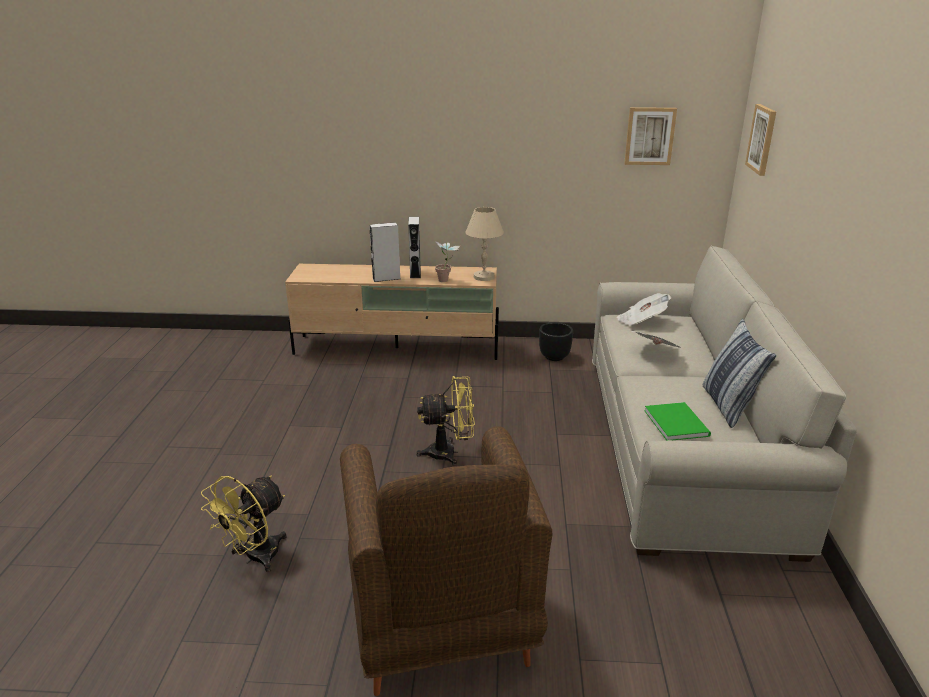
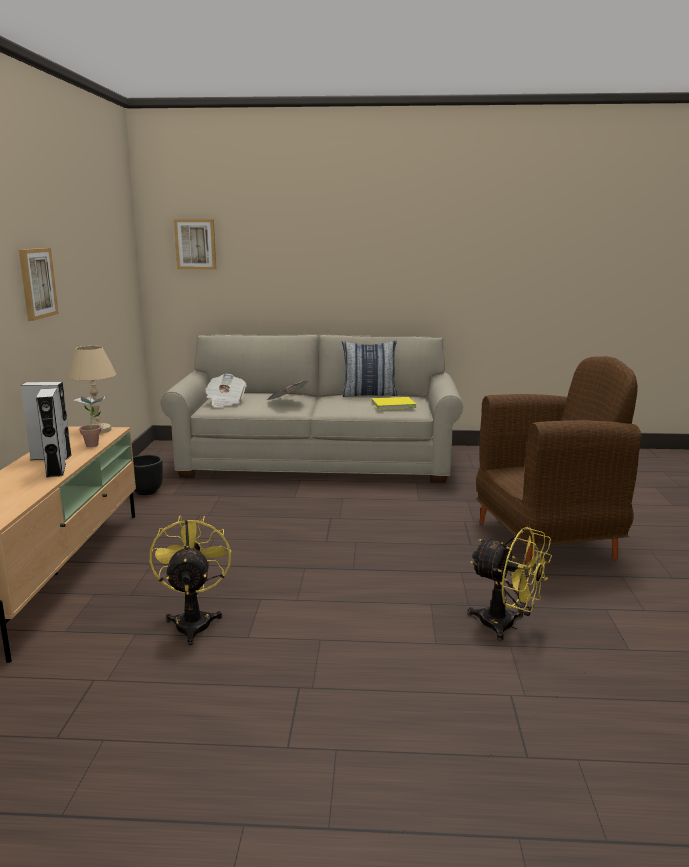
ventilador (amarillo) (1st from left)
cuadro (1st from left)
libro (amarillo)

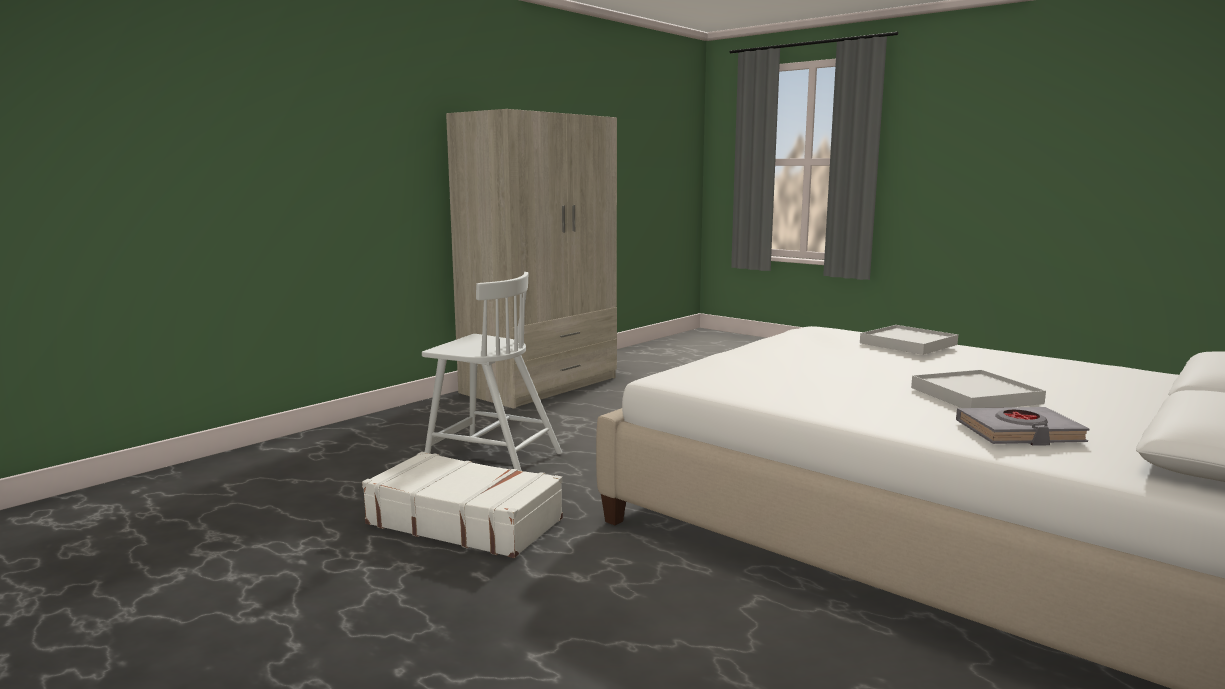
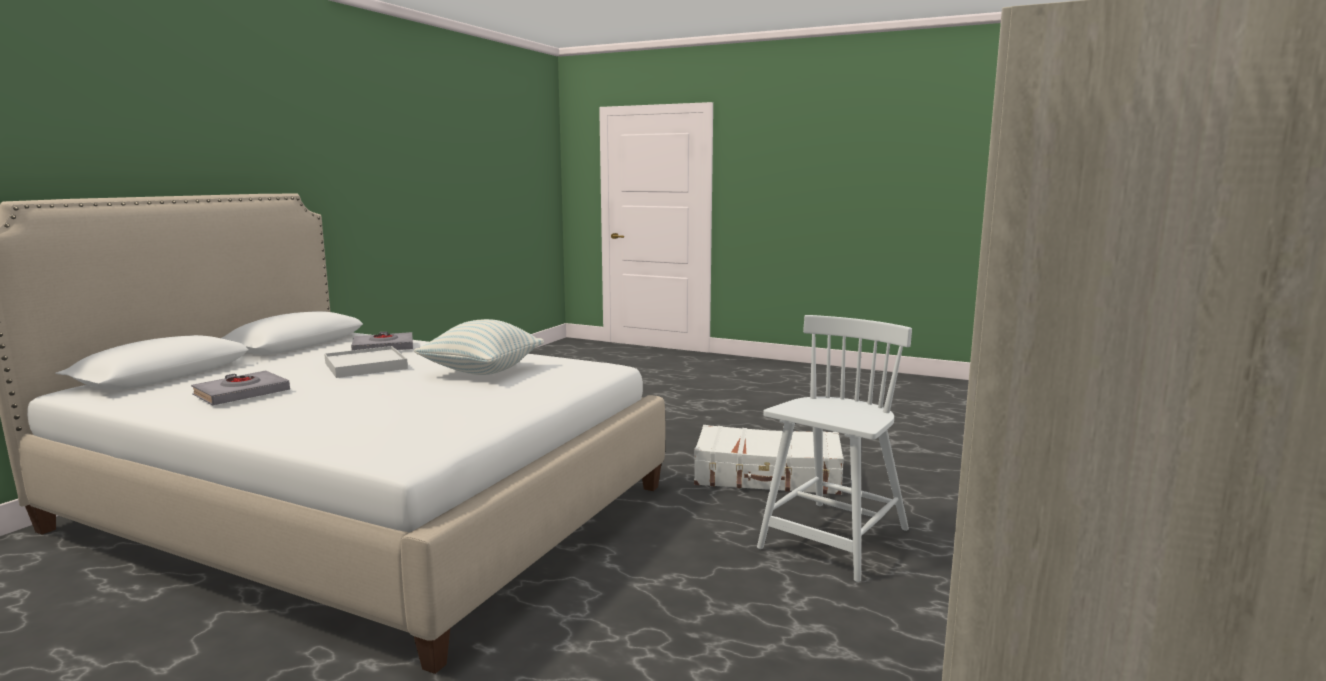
silla (blanco)
bandeja (blanco) (1st from left in the first image)
libro (gris) (1st from left)
cojín

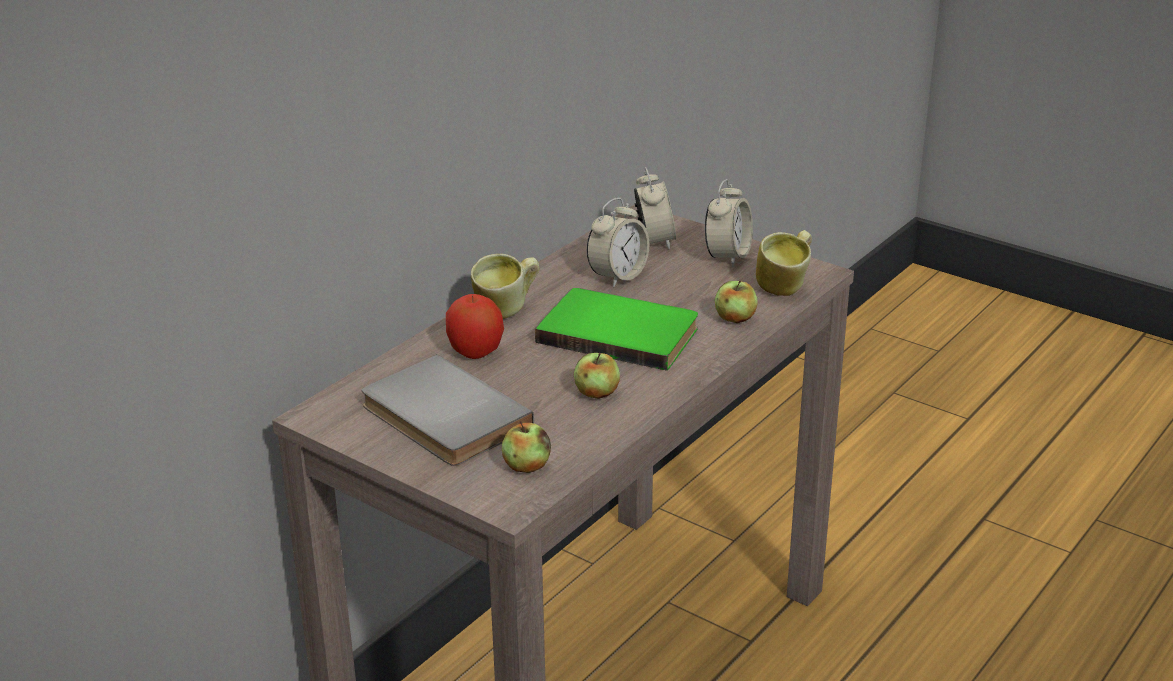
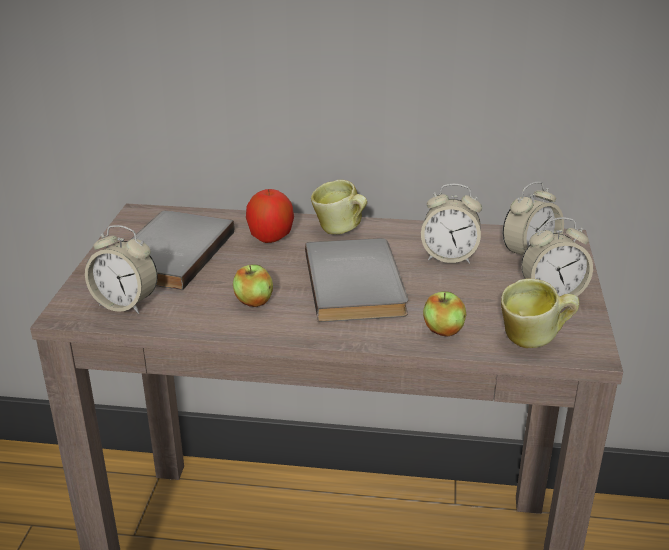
despertador (1st from left)
libro (gris) (2nd from left)

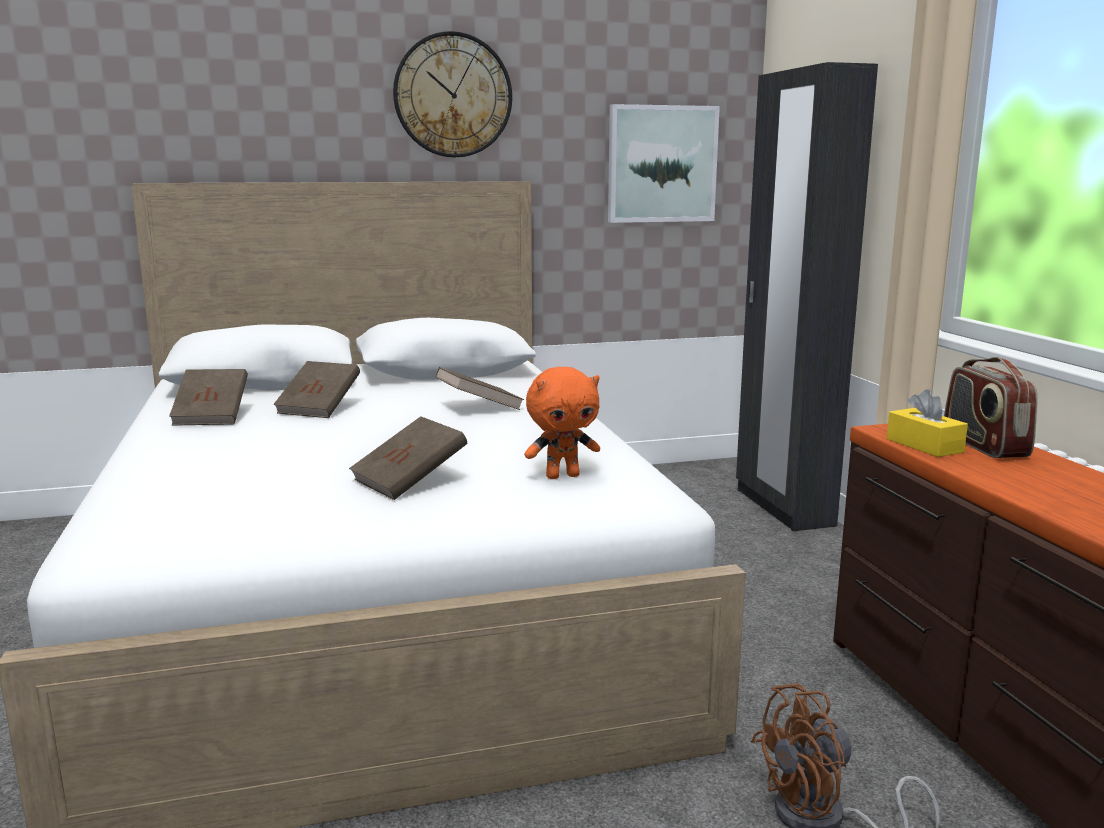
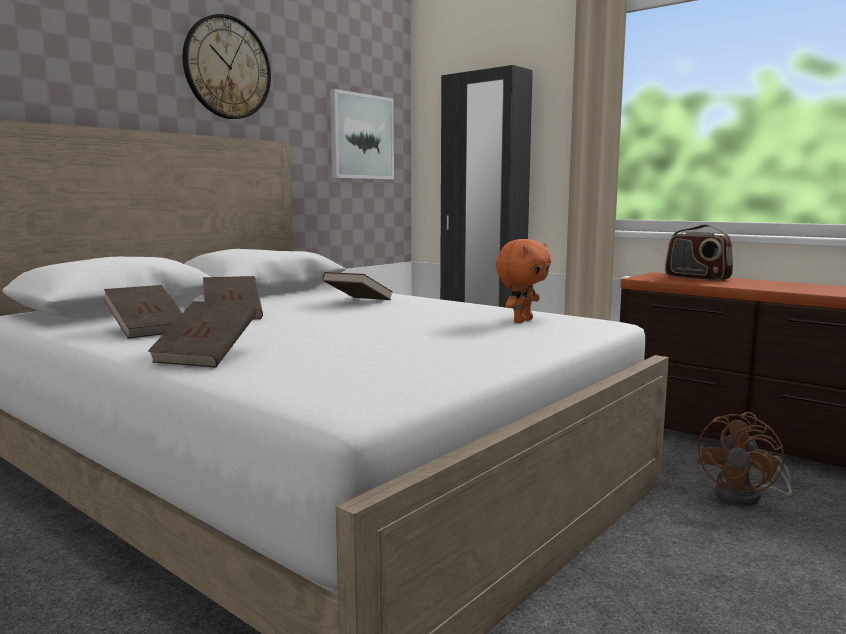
libro (marrón) (2nd from left)
caja de pañuelos (amarillo)

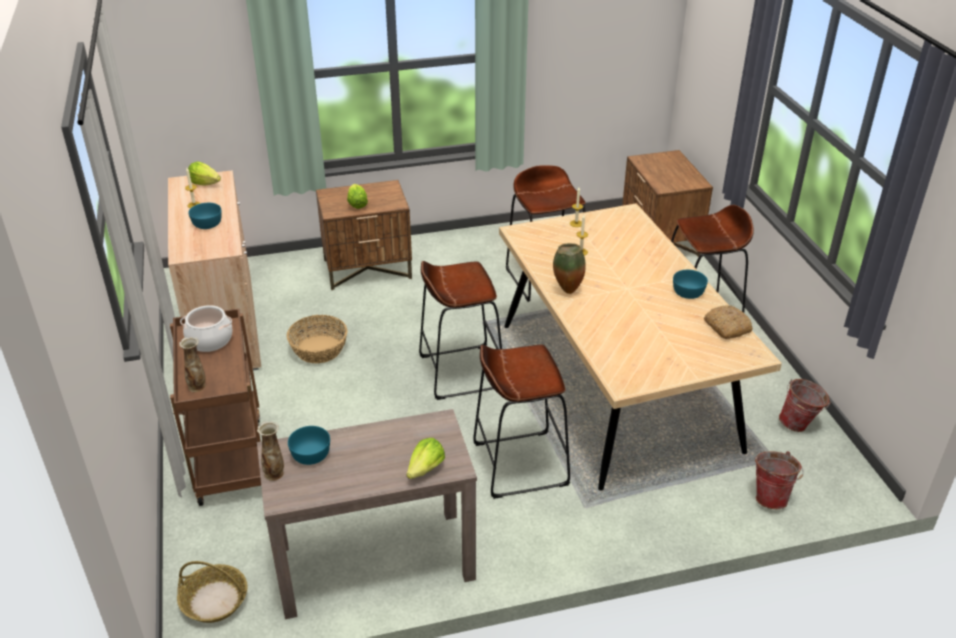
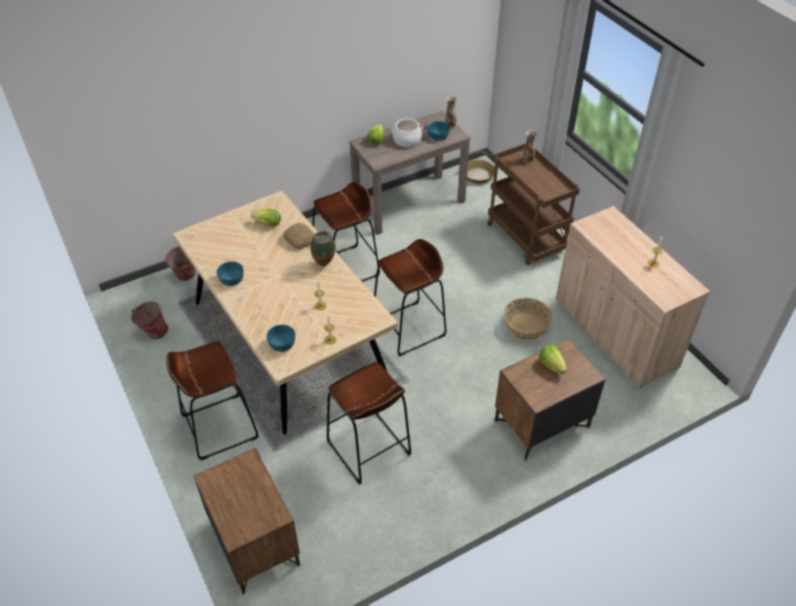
olla
lechuga (1st from left)
cuenco (turquesa) (2nd from left)
pan

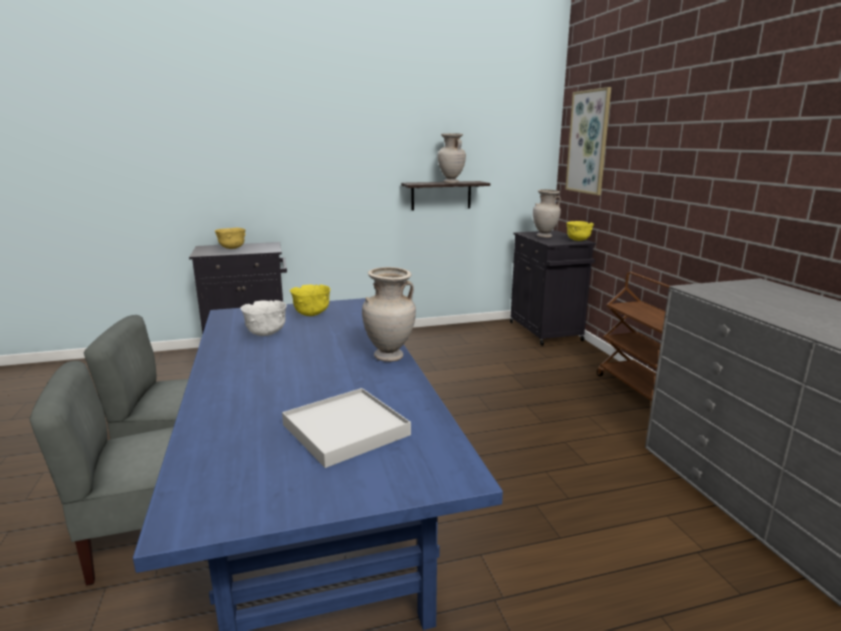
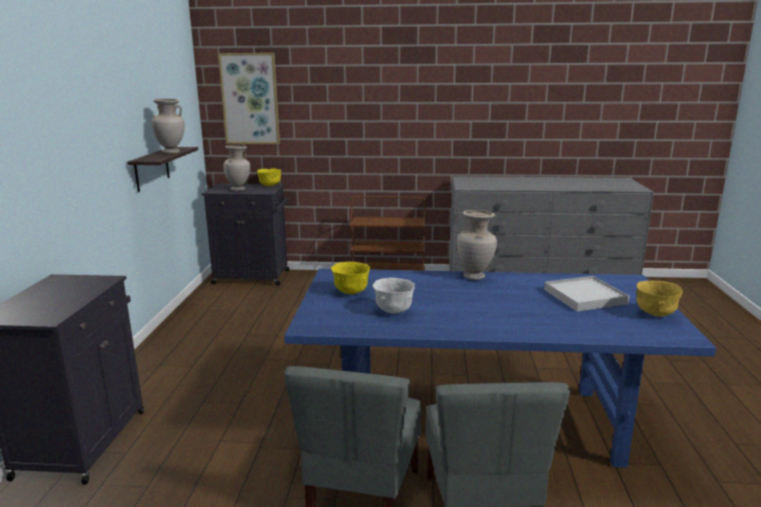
cuenco (amarillo) (3rd from left)

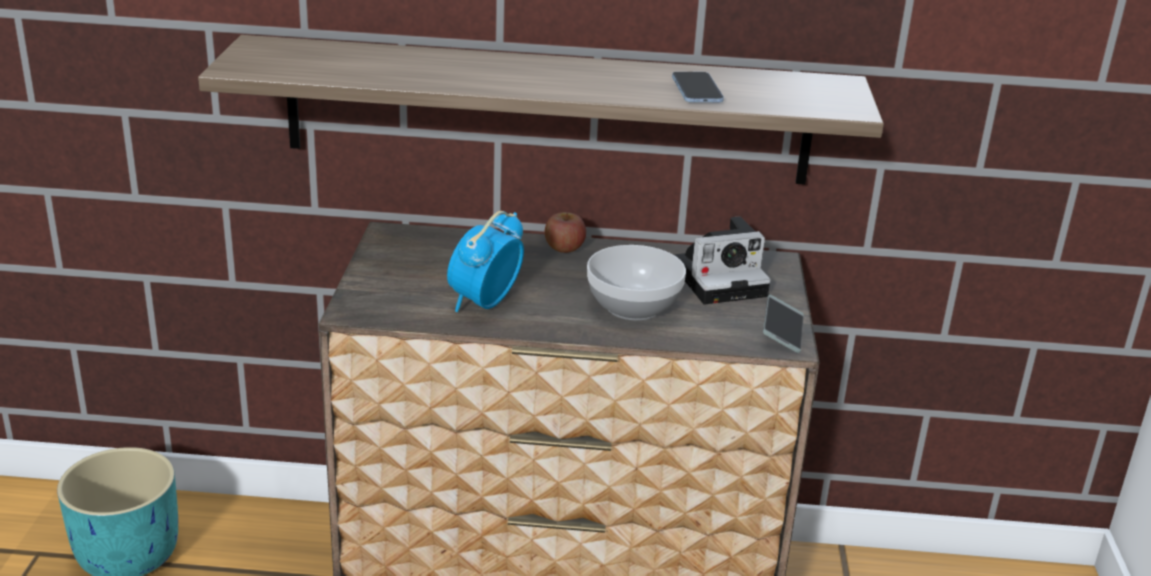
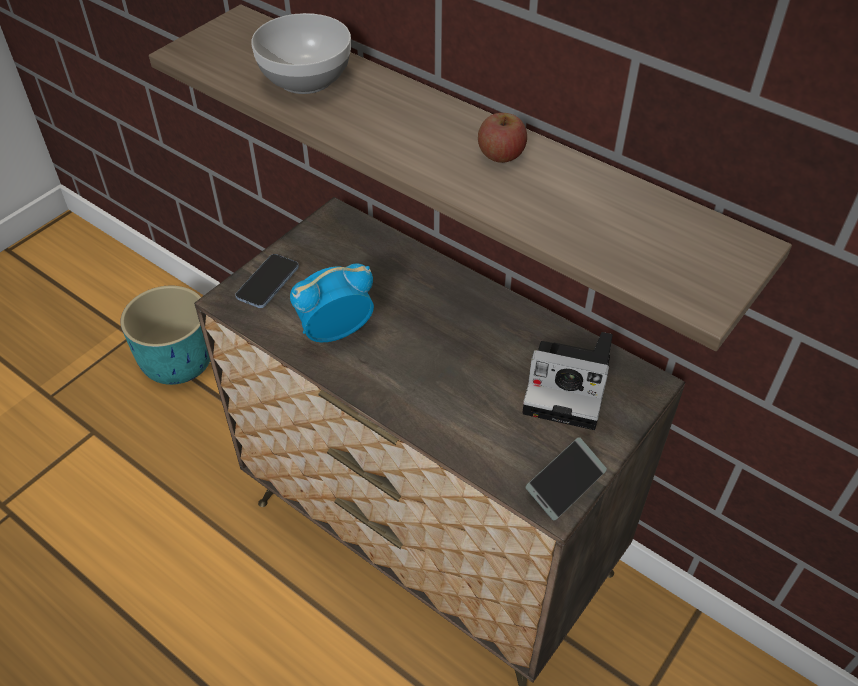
manzana
cuenco
móvil (1st from left)

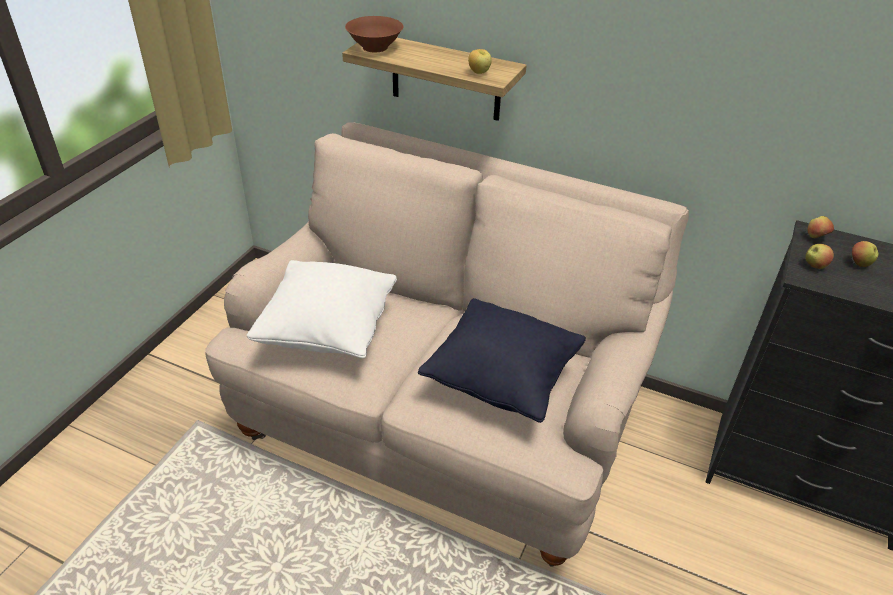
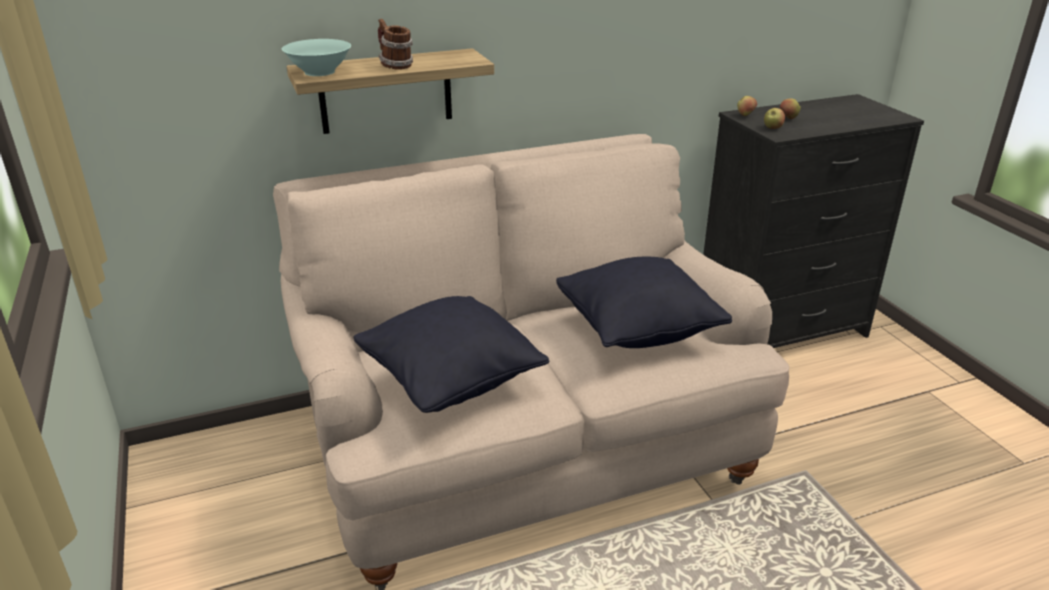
cojín (negro) (1st from left)
cuenco (turquesa)
manzana (1st from left in the first image)
taza grande

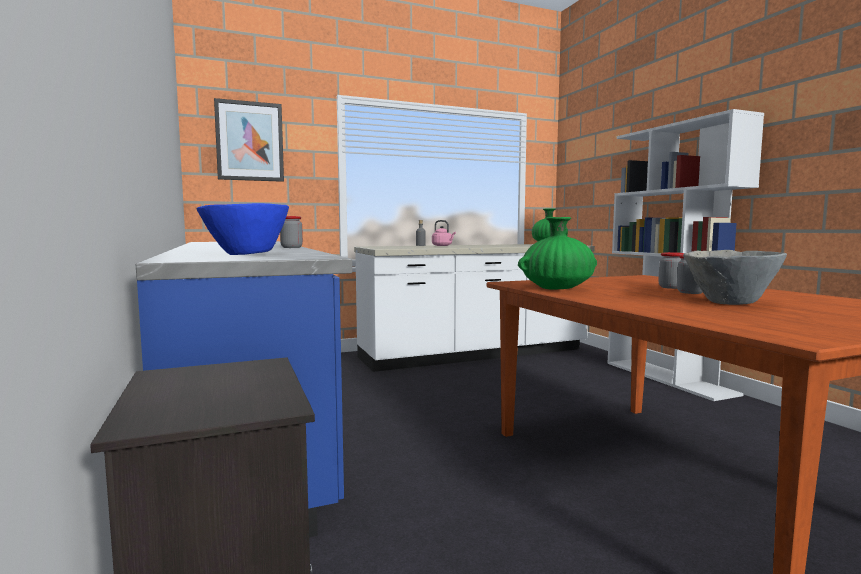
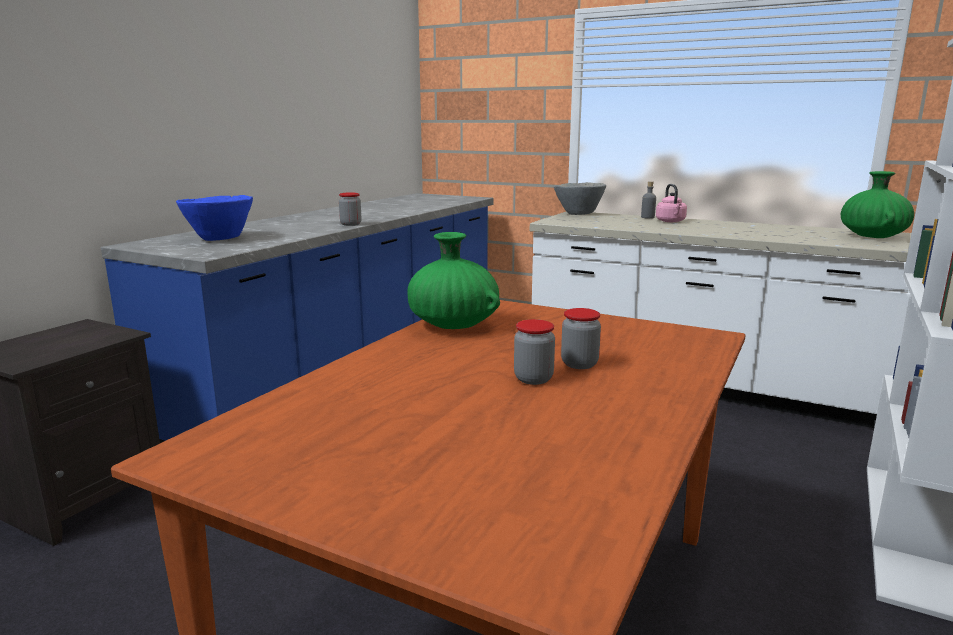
cuadro
cuenco (gris)

